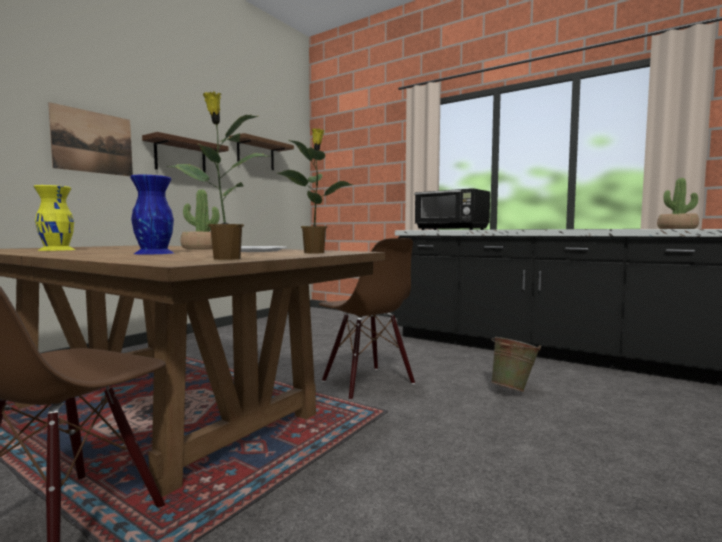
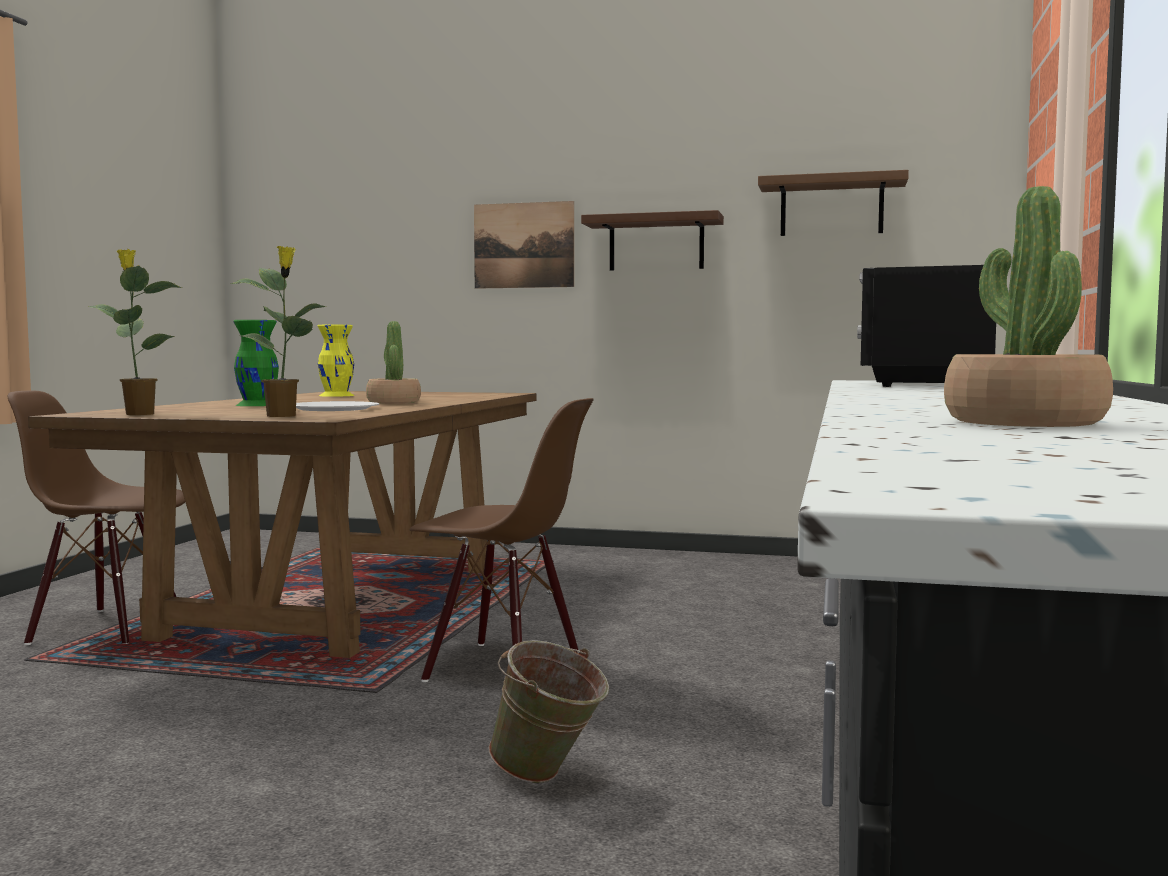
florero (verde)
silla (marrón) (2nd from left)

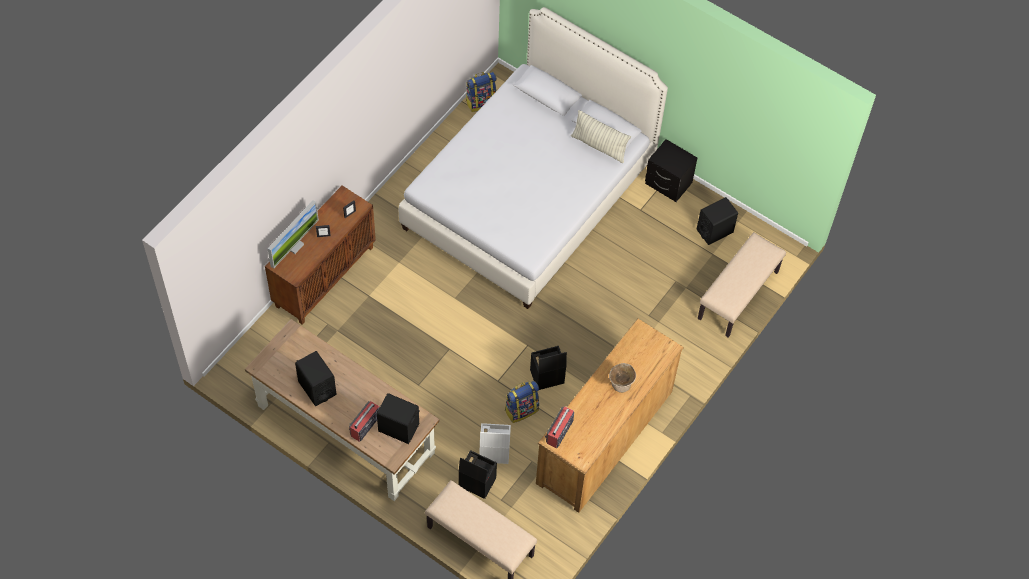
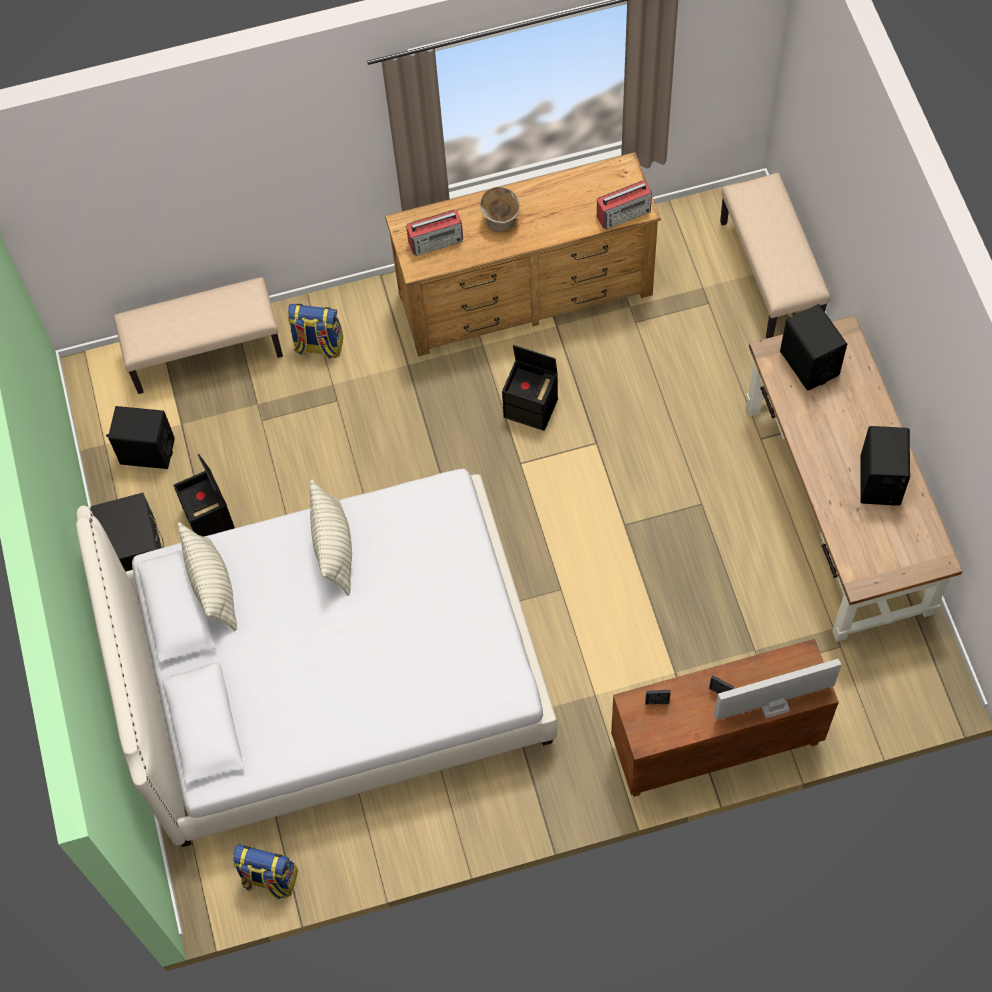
radio (1st from left)
caja de almacenaje (negro) (1st from left)
caja de almacenaje (blanco)
mochila (2nd from left)
cojín (2nd from left)

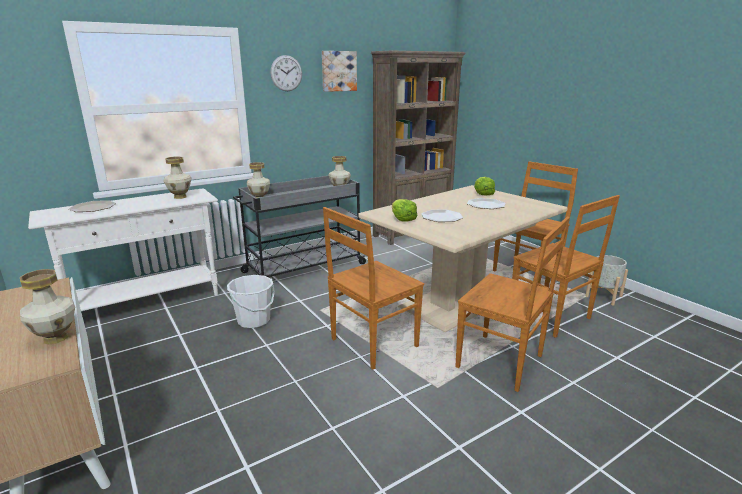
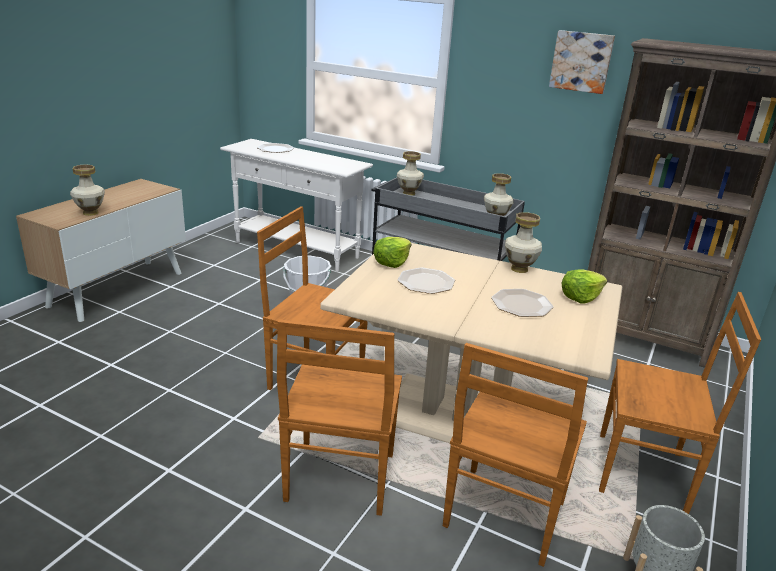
florero (4th from left)
reloj de pared

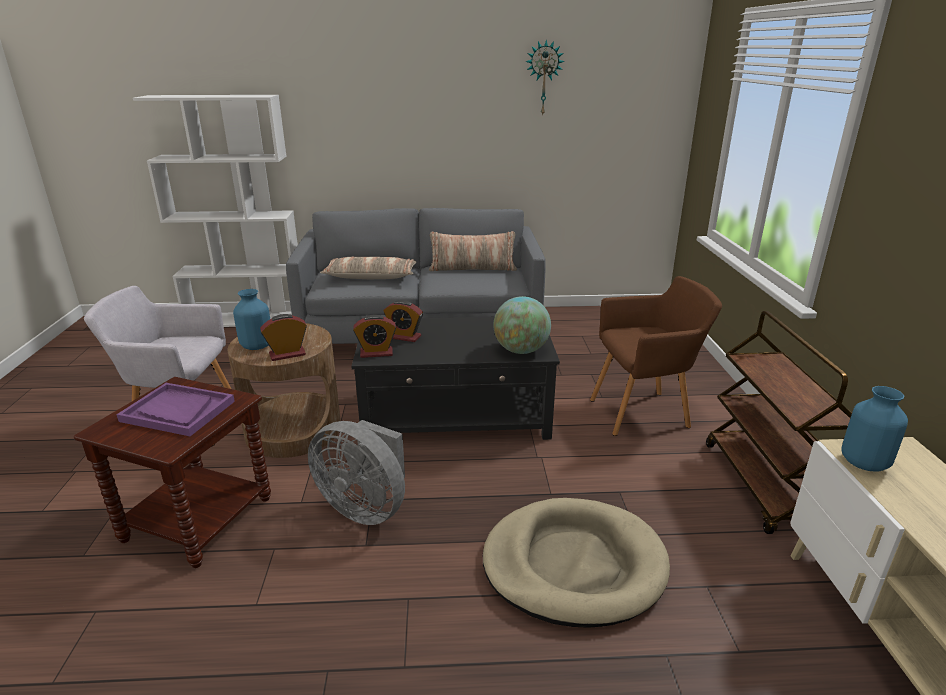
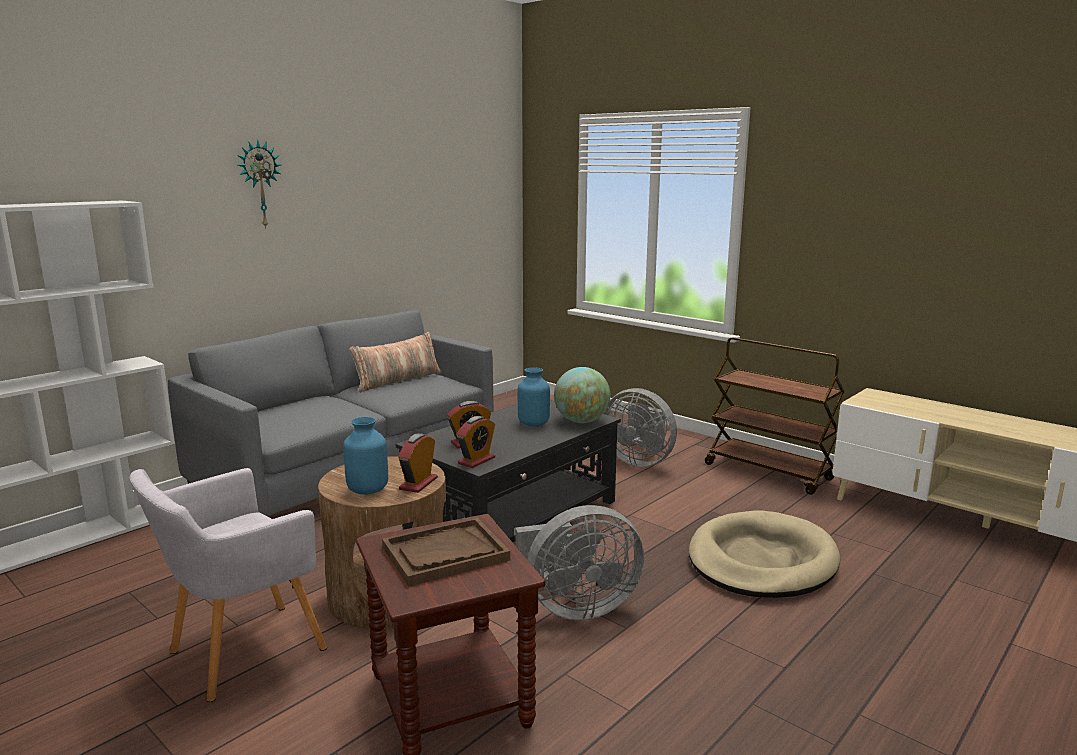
bandeja (marrón)
cojín (1st from left in the first image)
reloj de pared
ventilador (gris) (2nd from left)
florero (azul) (2nd from left)

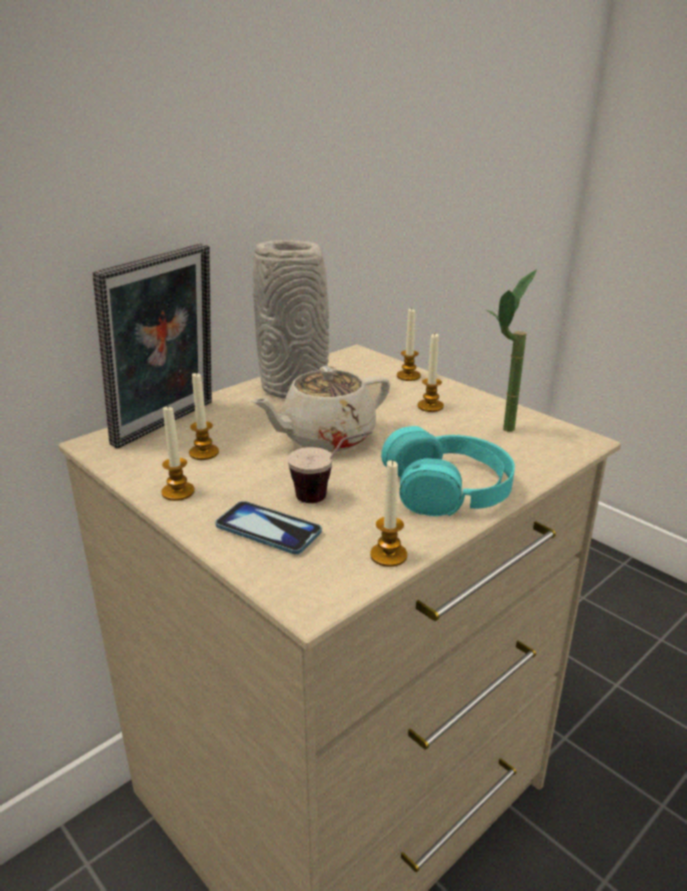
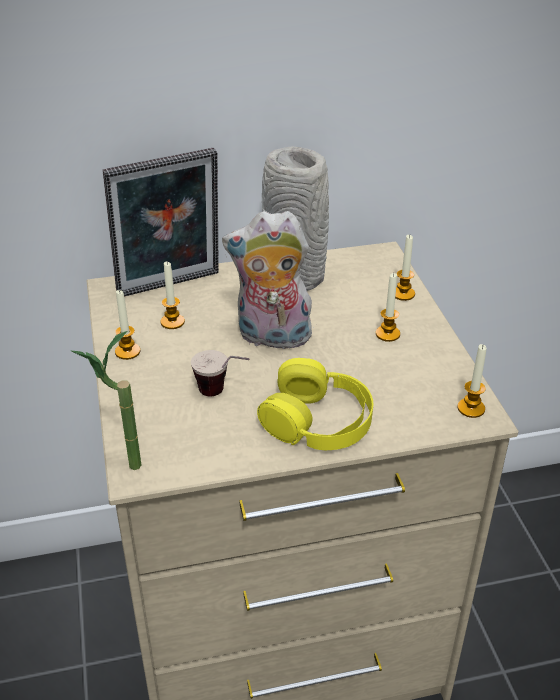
móvil
peluche
vela (5th from left)
auriculares (amarillo)
planta en maceta

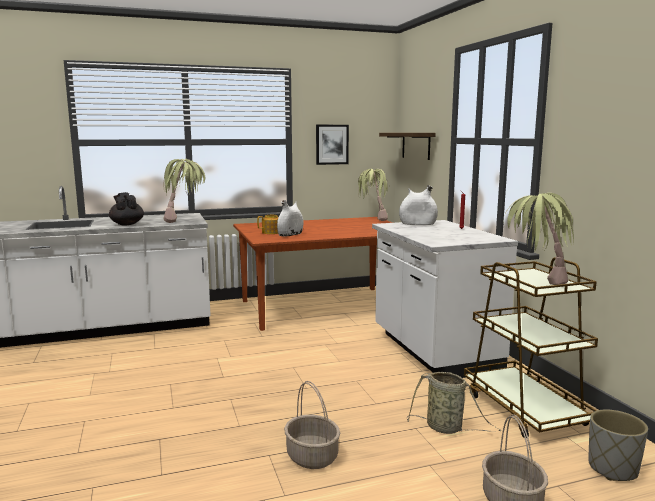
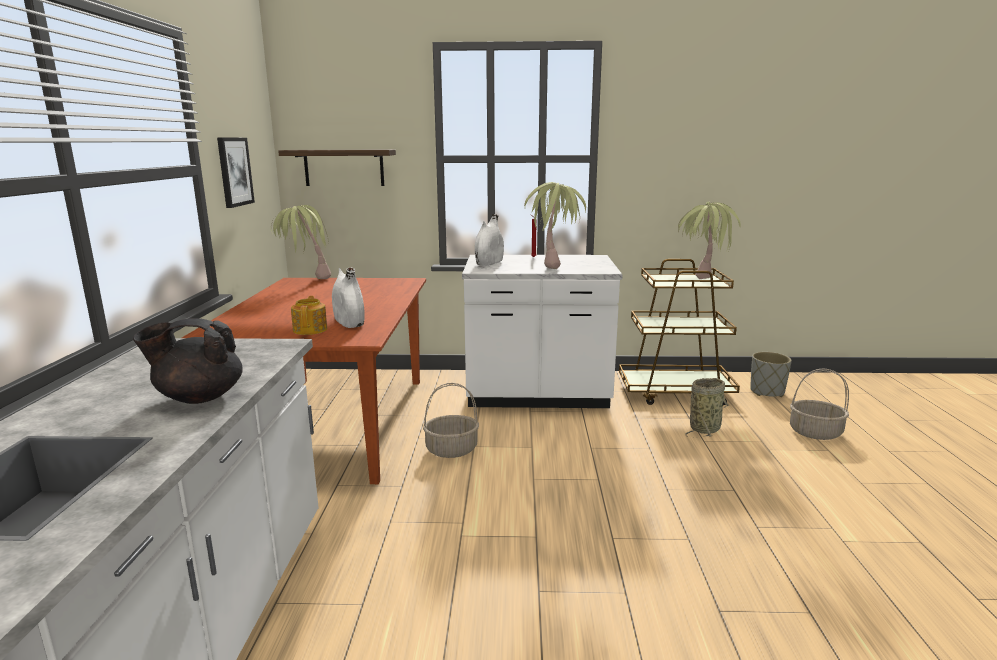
planta en maceta (2nd from left)
cesta (1st from left)

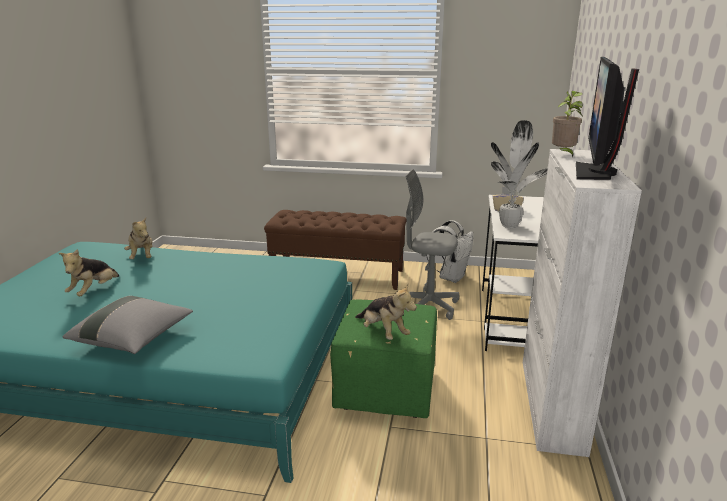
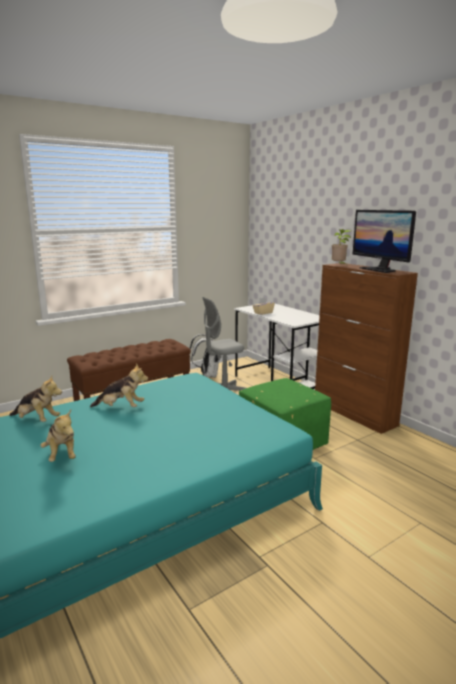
cojín (gris)
peluche (3rd from left)
planta en maceta (1st from left in the first image)
armario (marrón)

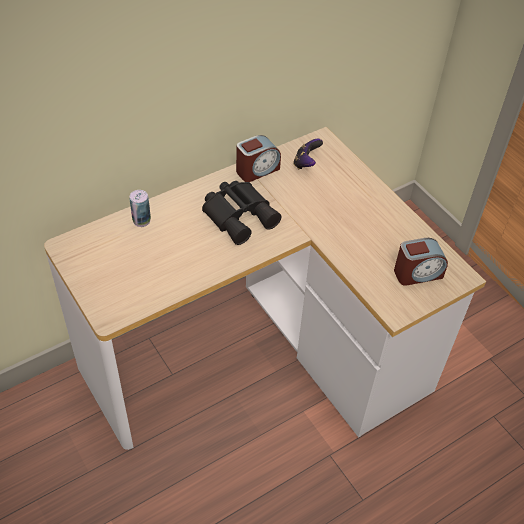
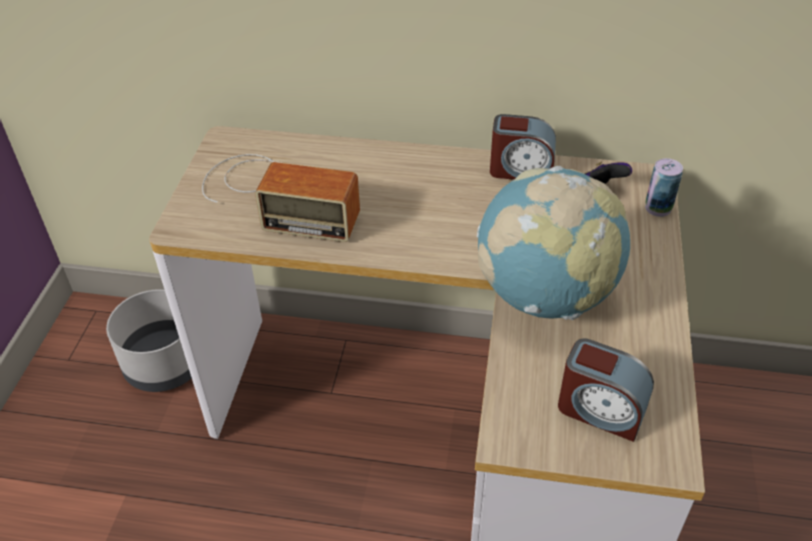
lata
prismáticos (negro)
maceta (gris)
radio
globo terráqueo

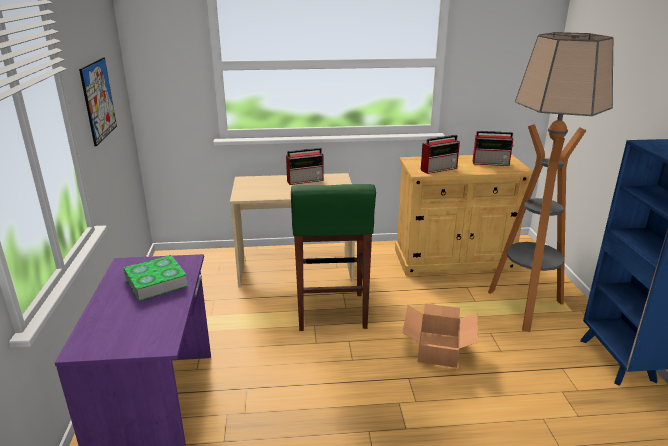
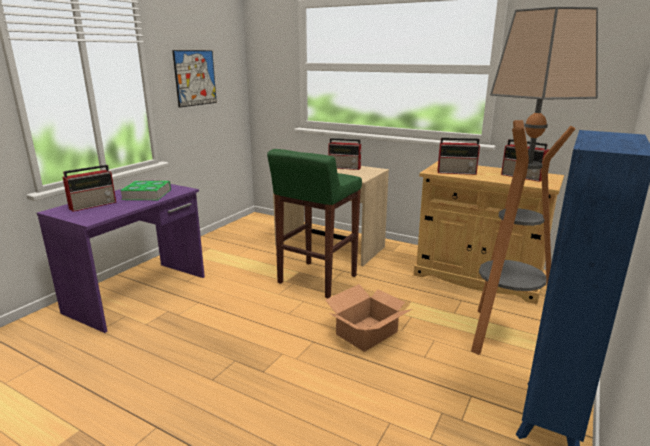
radio (1st from left)

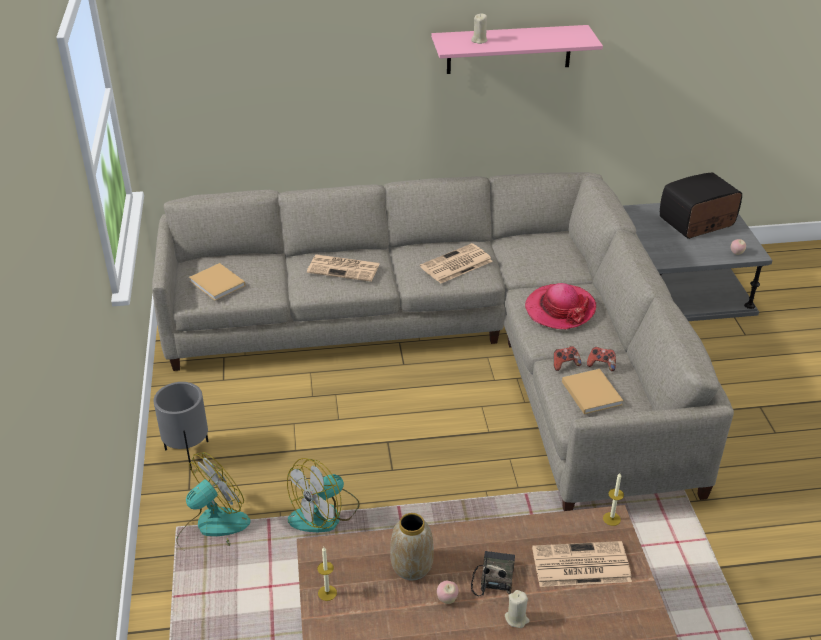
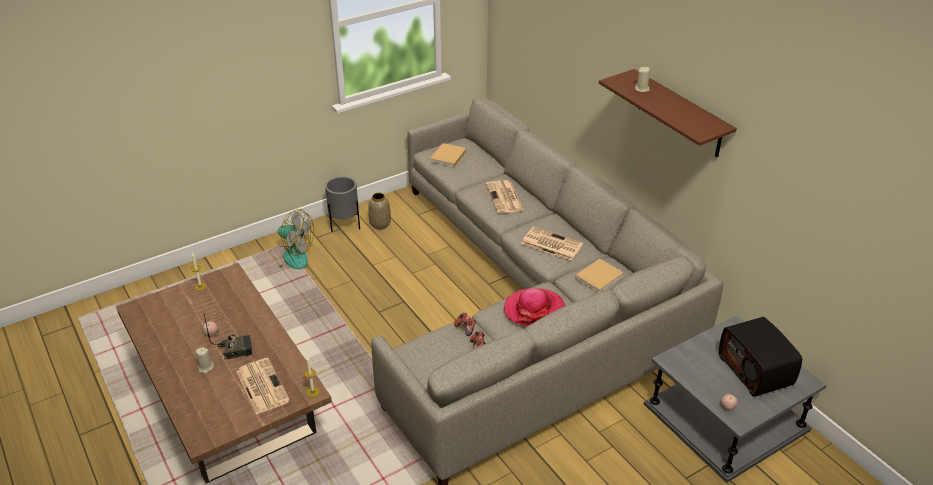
ventilador (2nd from left in the first image)
florero
estante (marrón)
libro (beis) (2nd from left)
radio (2nd from left)

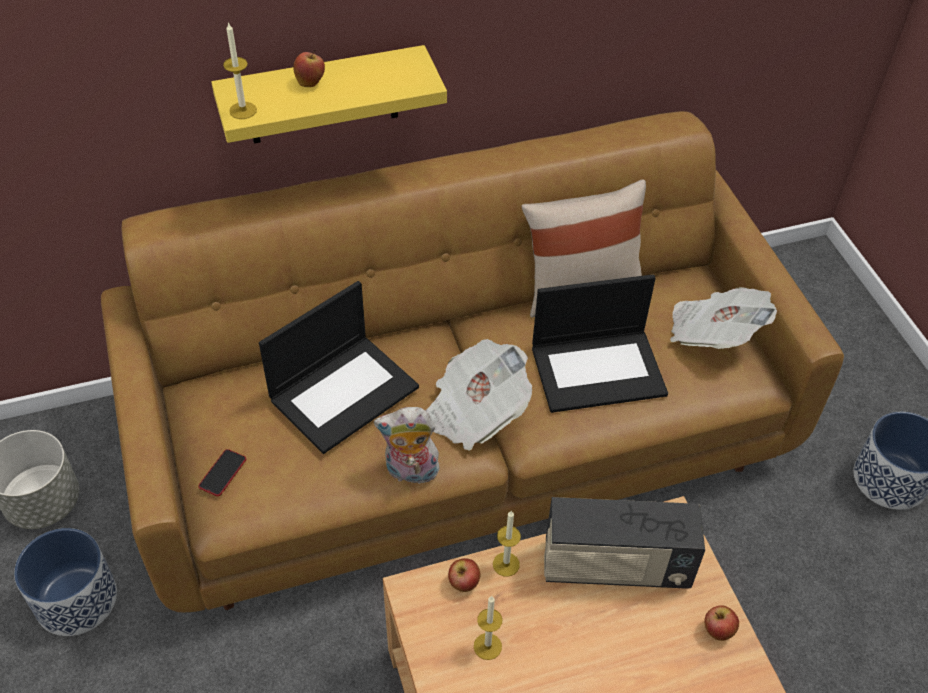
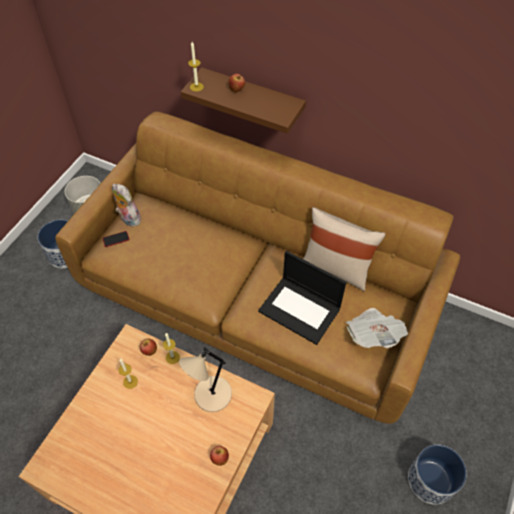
estante (marrón)
portátil (1st from left in the first image)
peluche
periódico (1st from left in the first image)
lámpara de mesa (beis)

